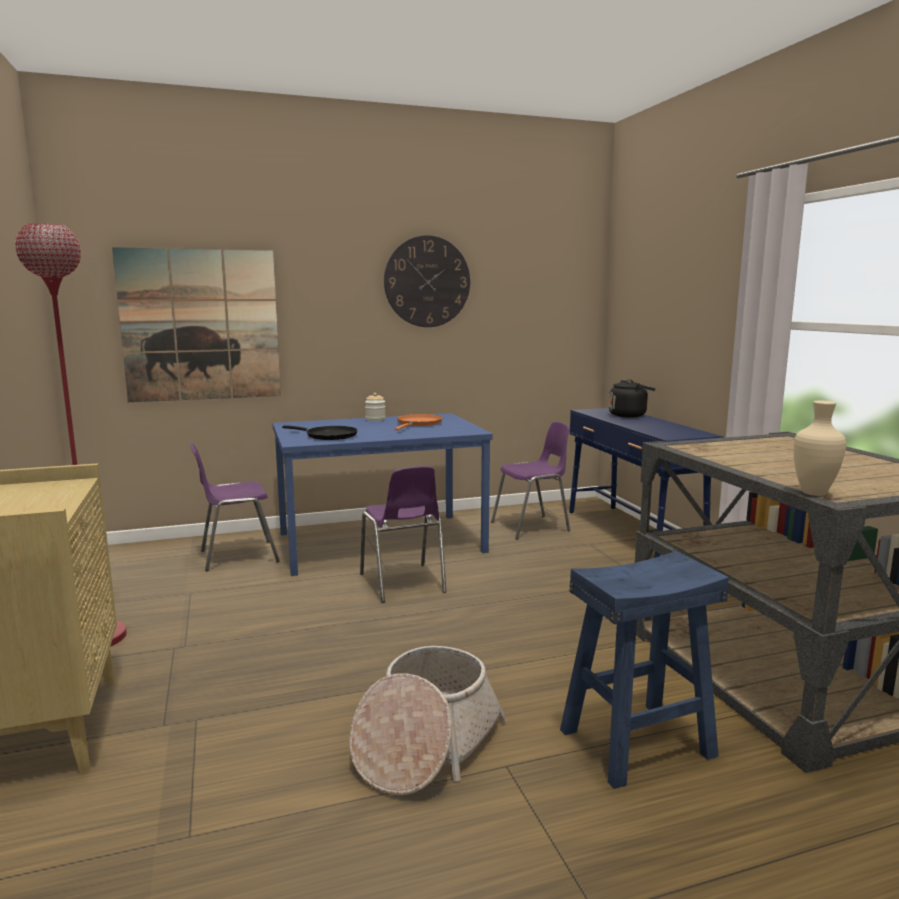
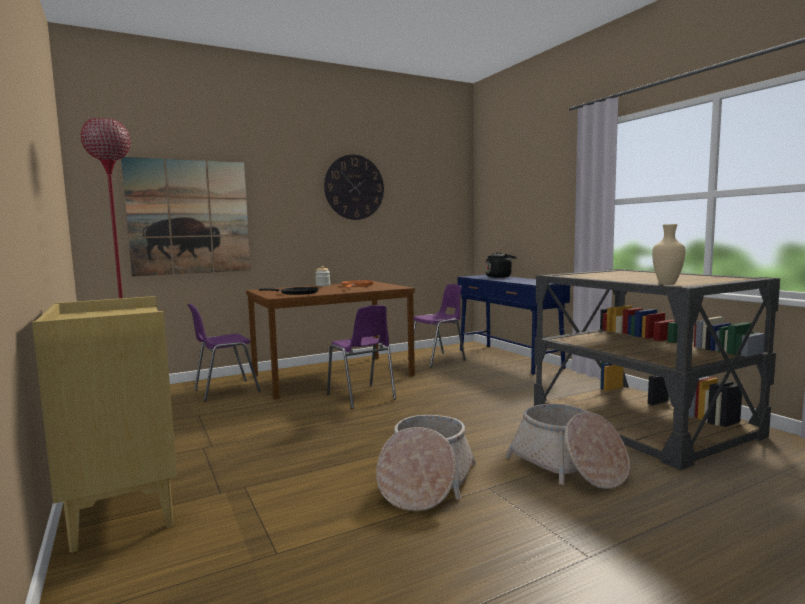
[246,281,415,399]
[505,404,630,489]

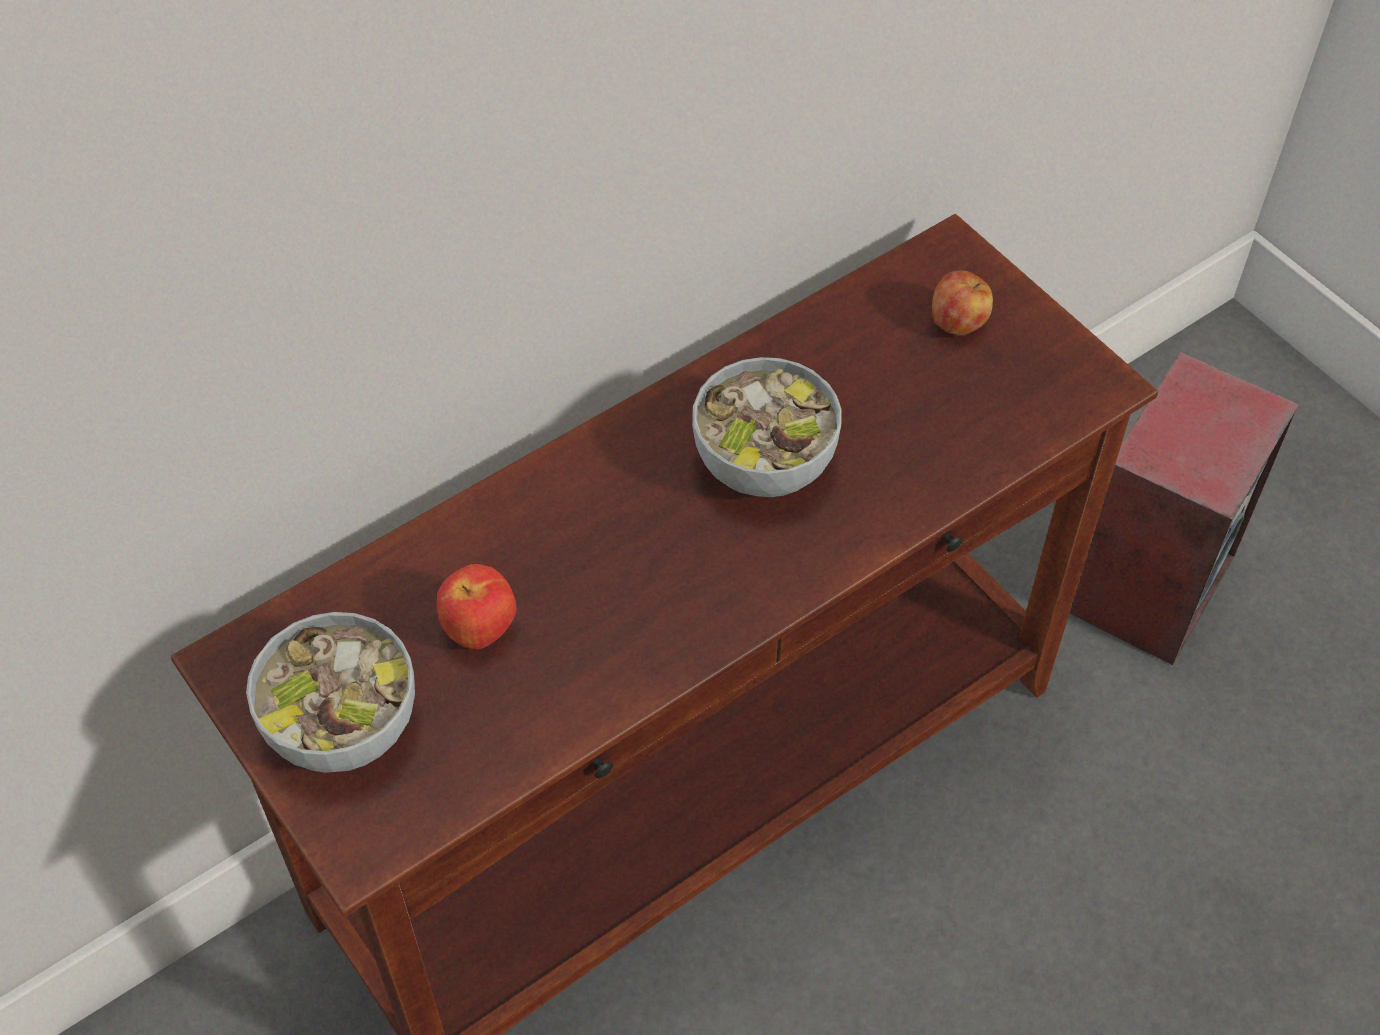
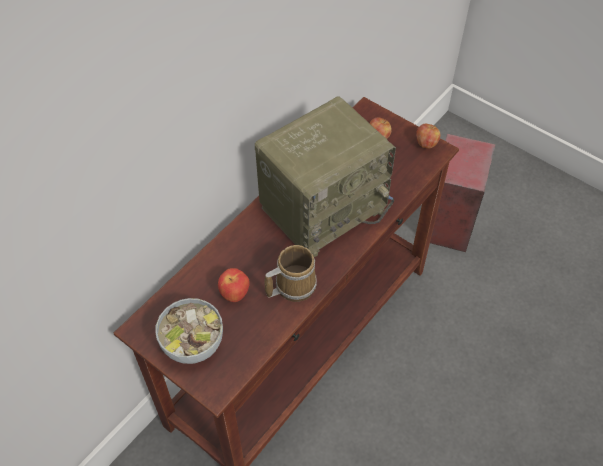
[255,97,396,257]
[264,245,317,302]
[416,124,440,149]

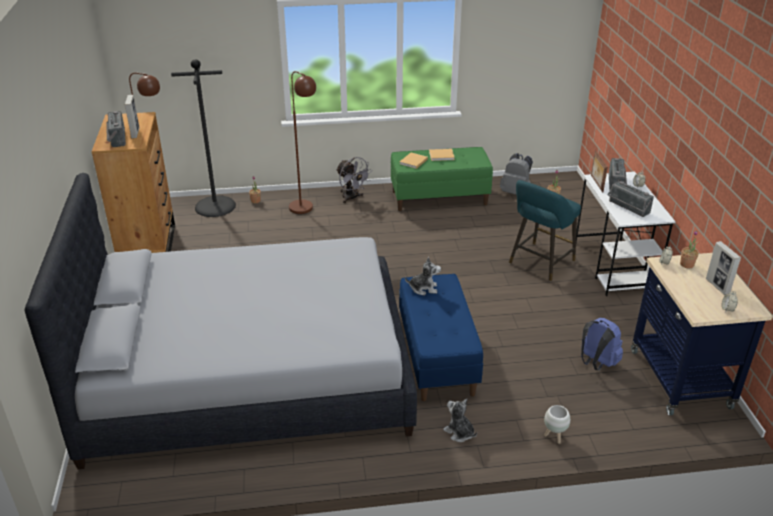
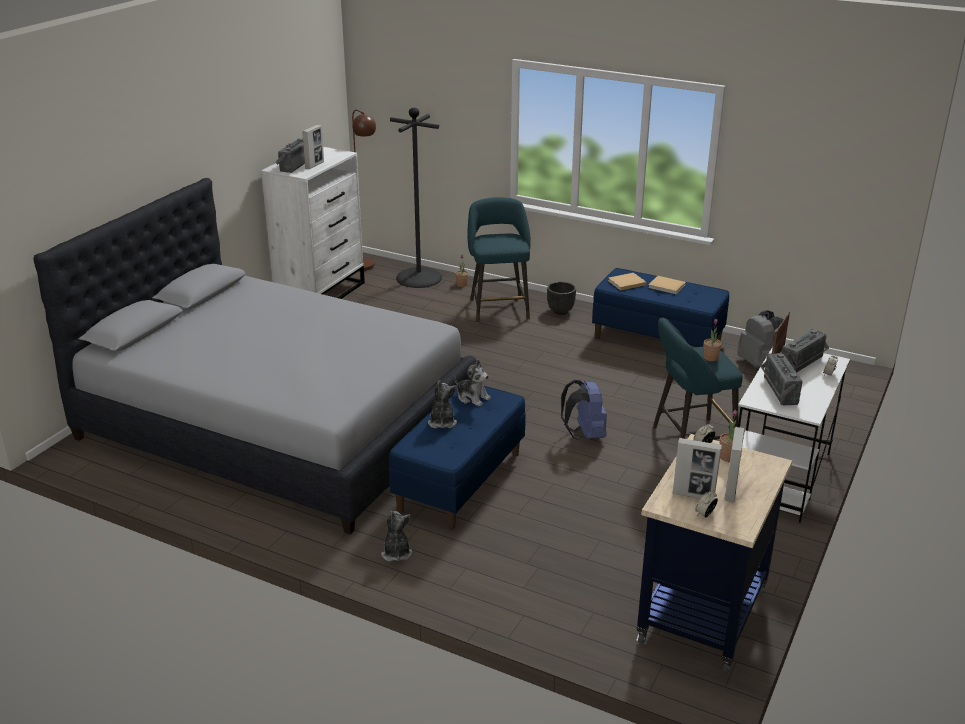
[261,147,365,299]
[467,197,531,323]
[547,282,576,315]
[592,268,729,347]
[544,405,570,444] (first image)
[561,380,607,440]
[428,380,457,428]
[673,438,722,498]

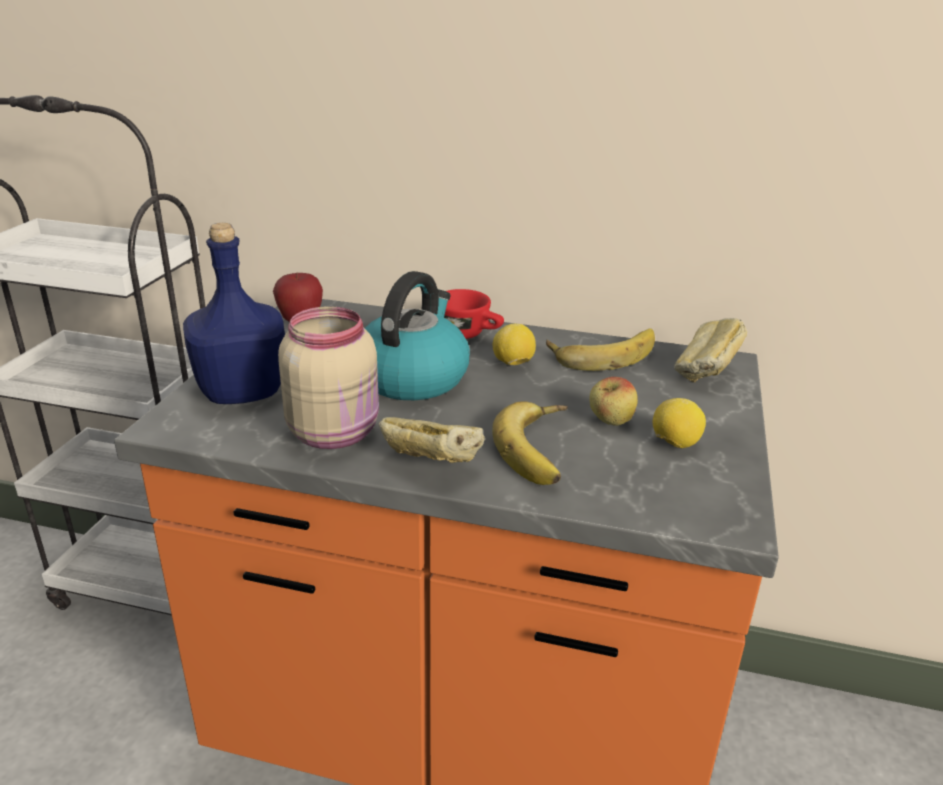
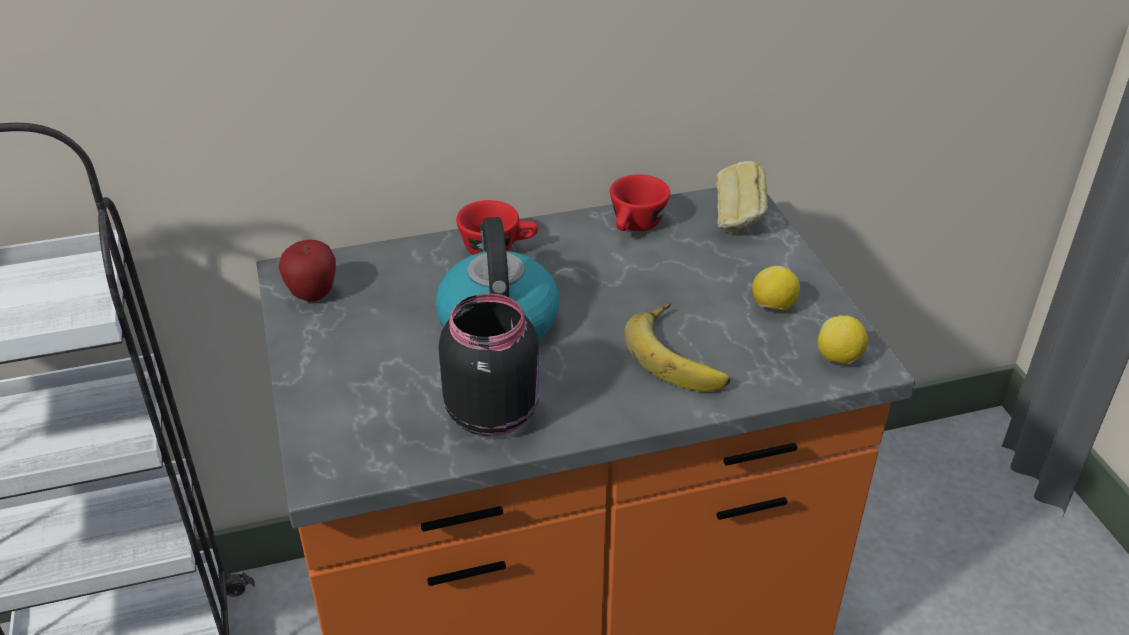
[183,223,285,404] (first image)
[438,293,539,437]
[378,417,485,463] (first image)
[818,315,868,364]
[610,174,670,231]
[590,377,638,426] (first image)

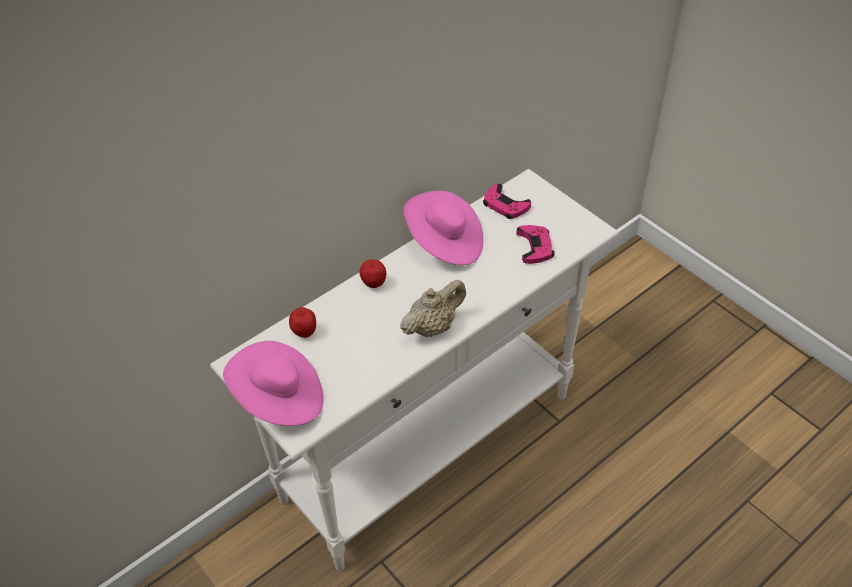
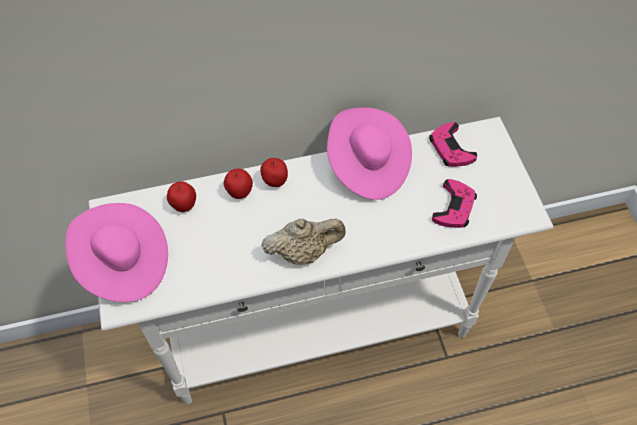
[224,169,253,199]

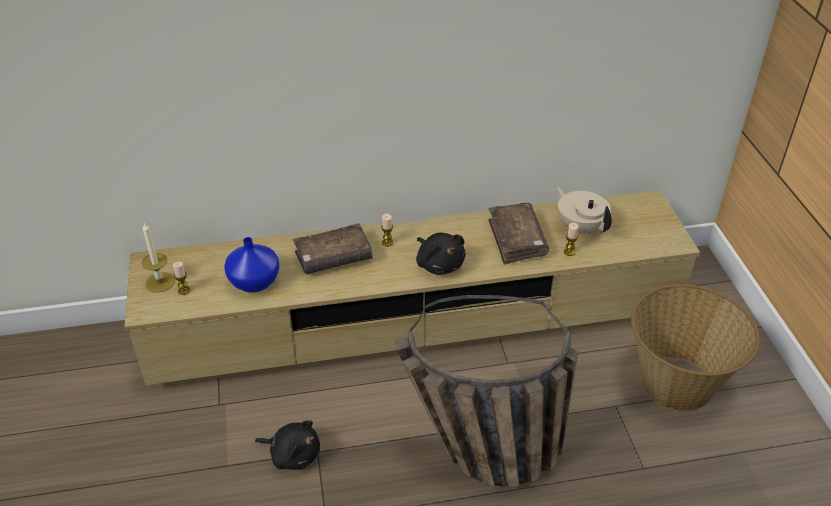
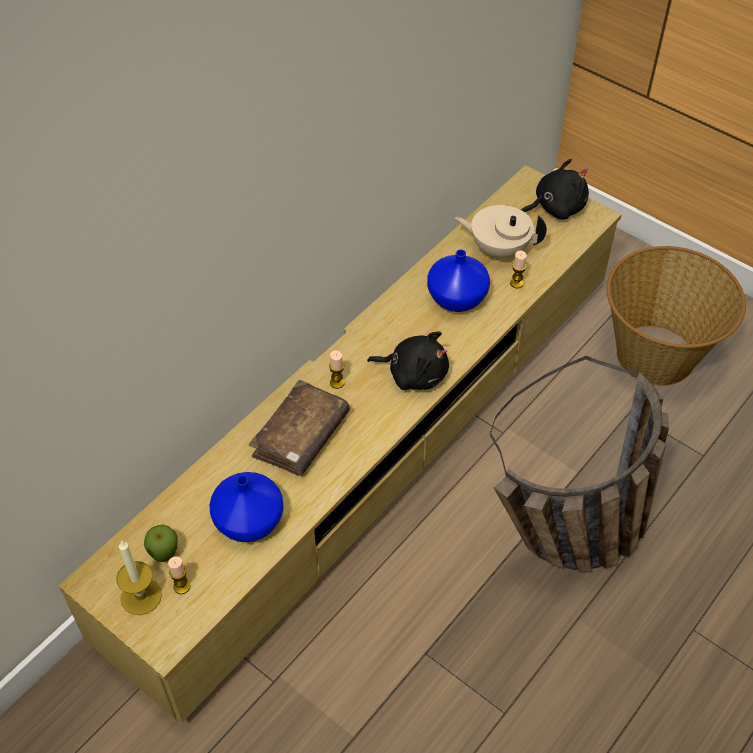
[521,159,589,220]
[427,250,490,312]
[144,525,177,562]

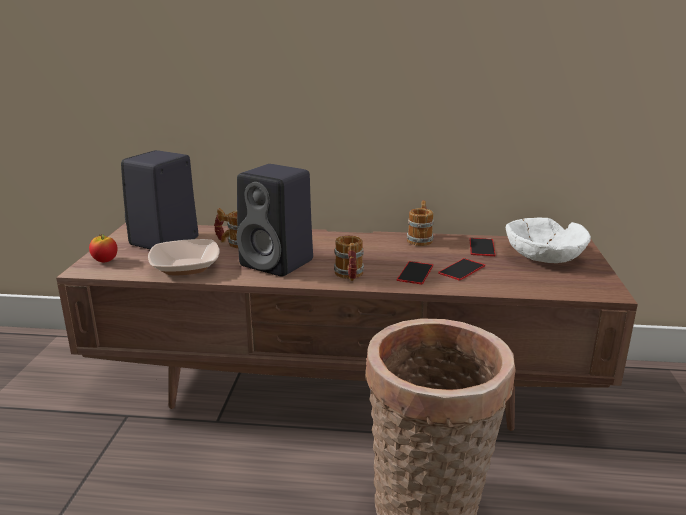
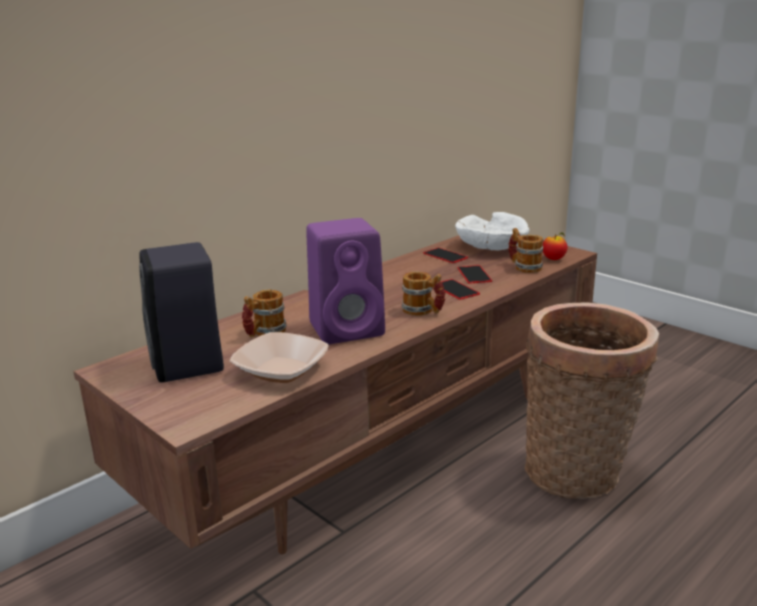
[543,232,568,260]
[306,218,385,344]
[508,228,543,273]

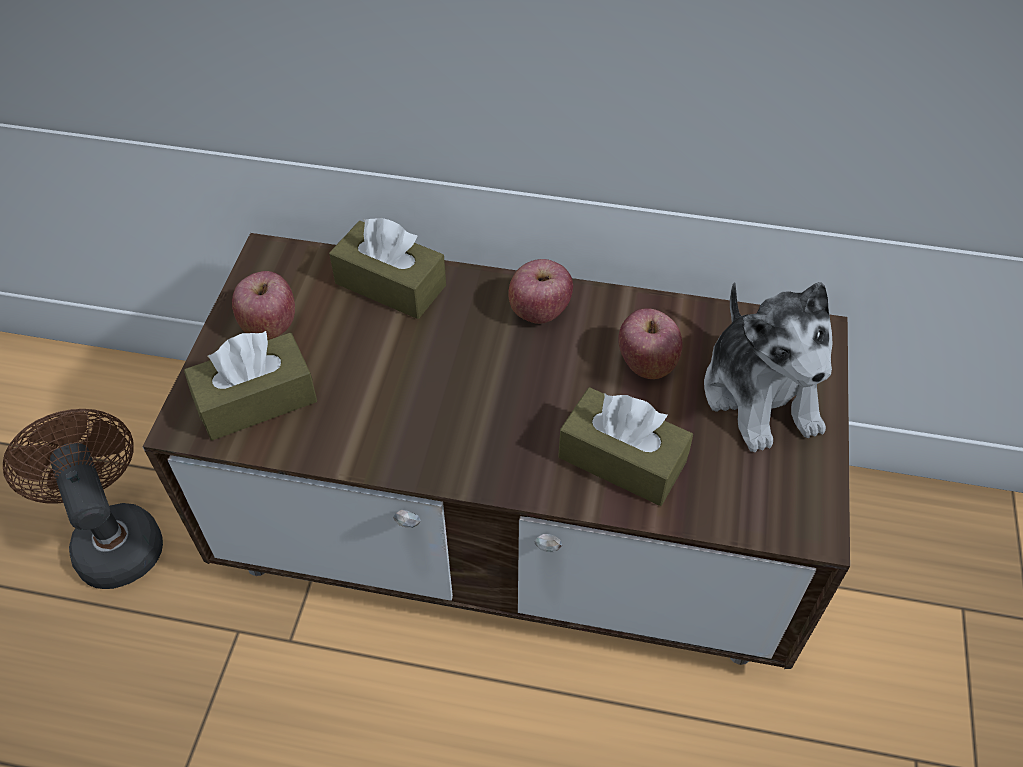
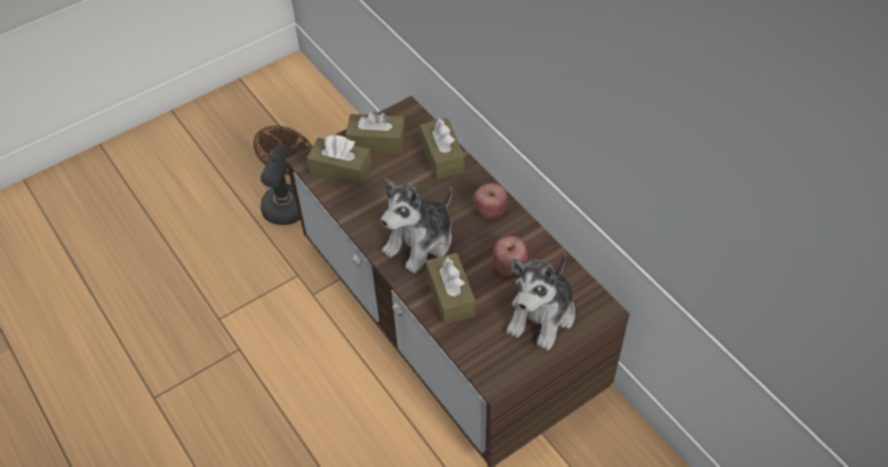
[346,110,406,154]
[381,178,452,273]

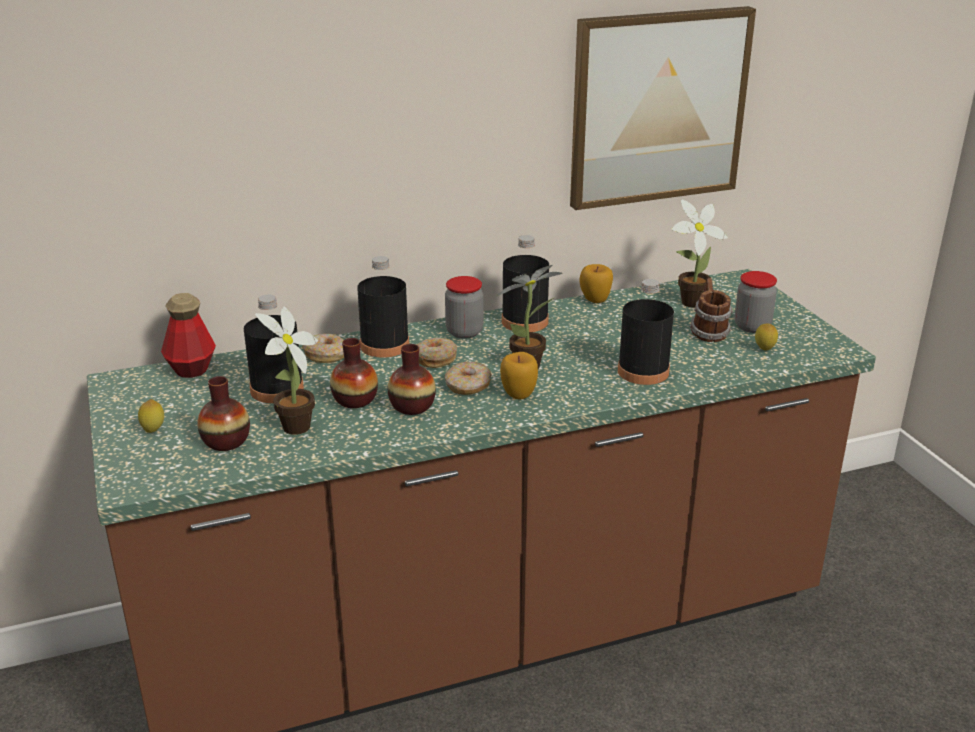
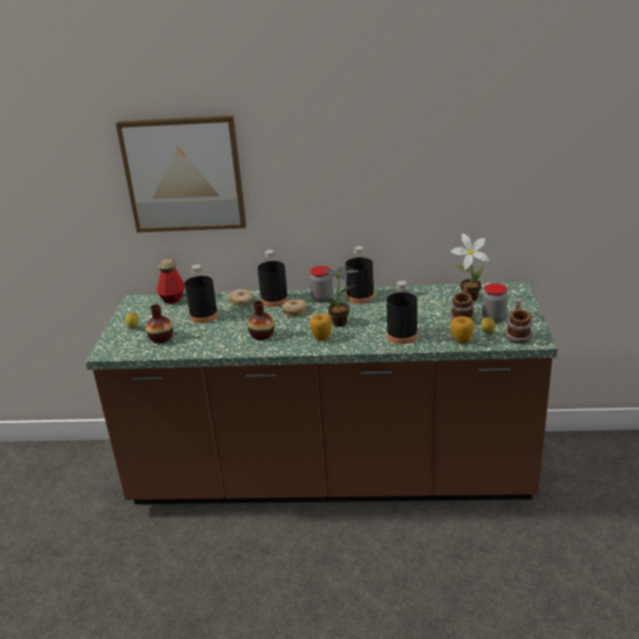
[255,306,318,435] (first image)
[330,338,378,408] (first image)
[445,362,492,395] (first image)
[116,115,246,233]
[451,316,474,344]
[504,301,532,344]

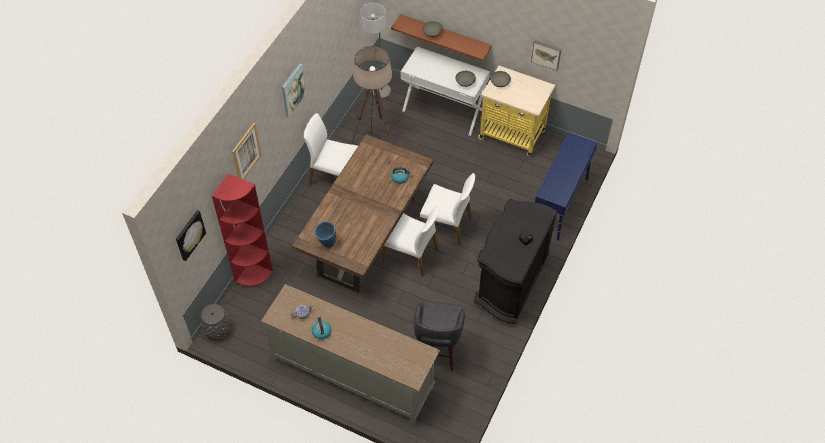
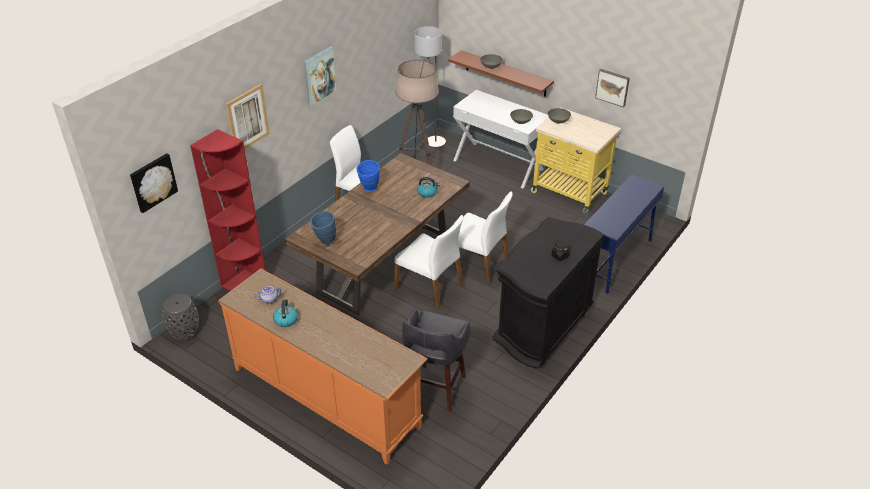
[218,268,428,464]
[356,160,380,192]

